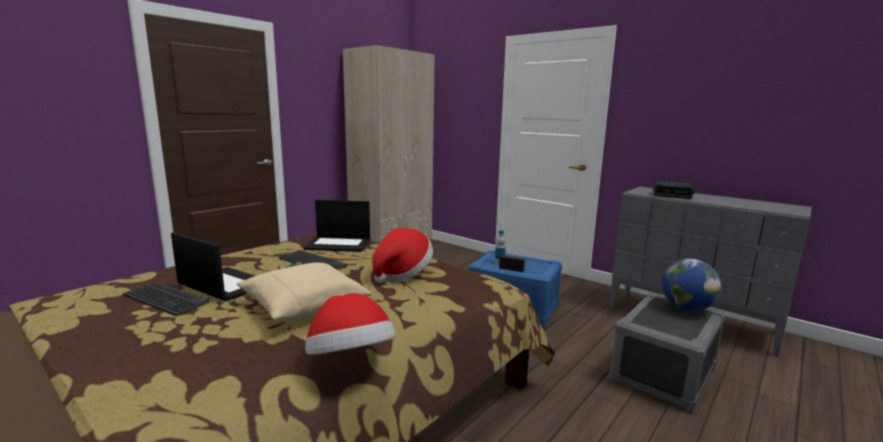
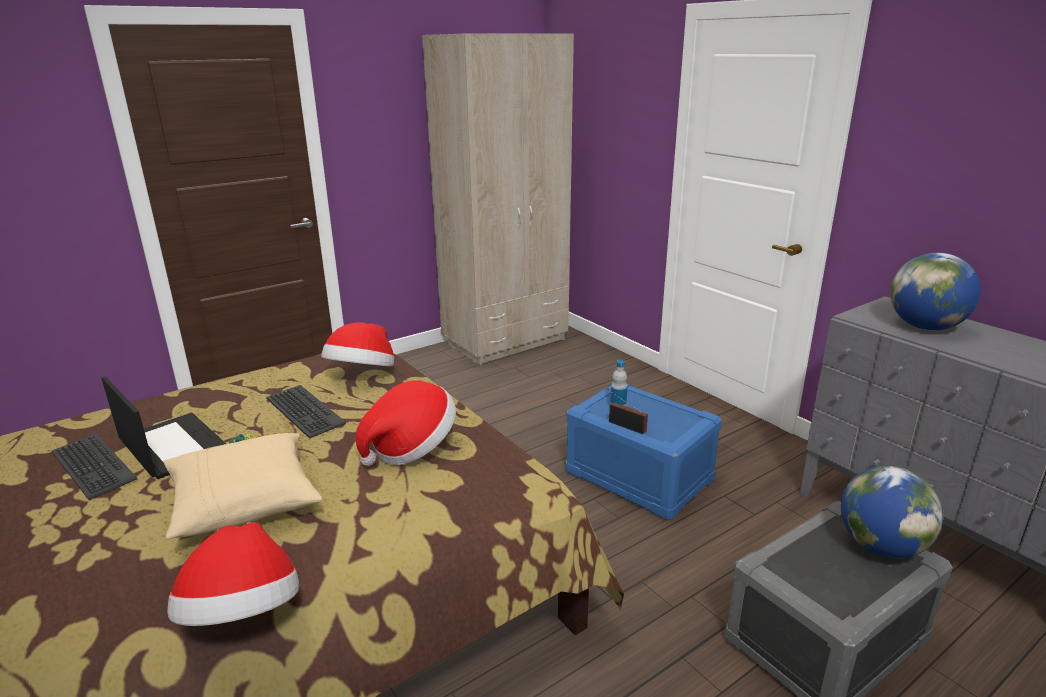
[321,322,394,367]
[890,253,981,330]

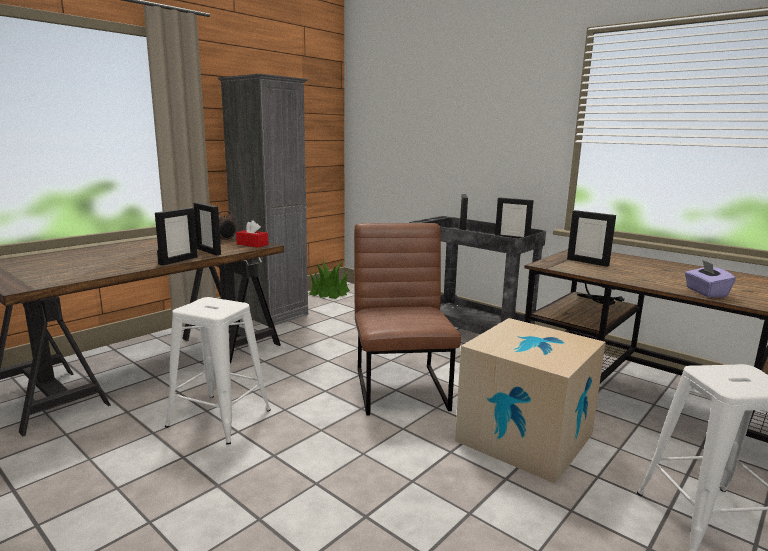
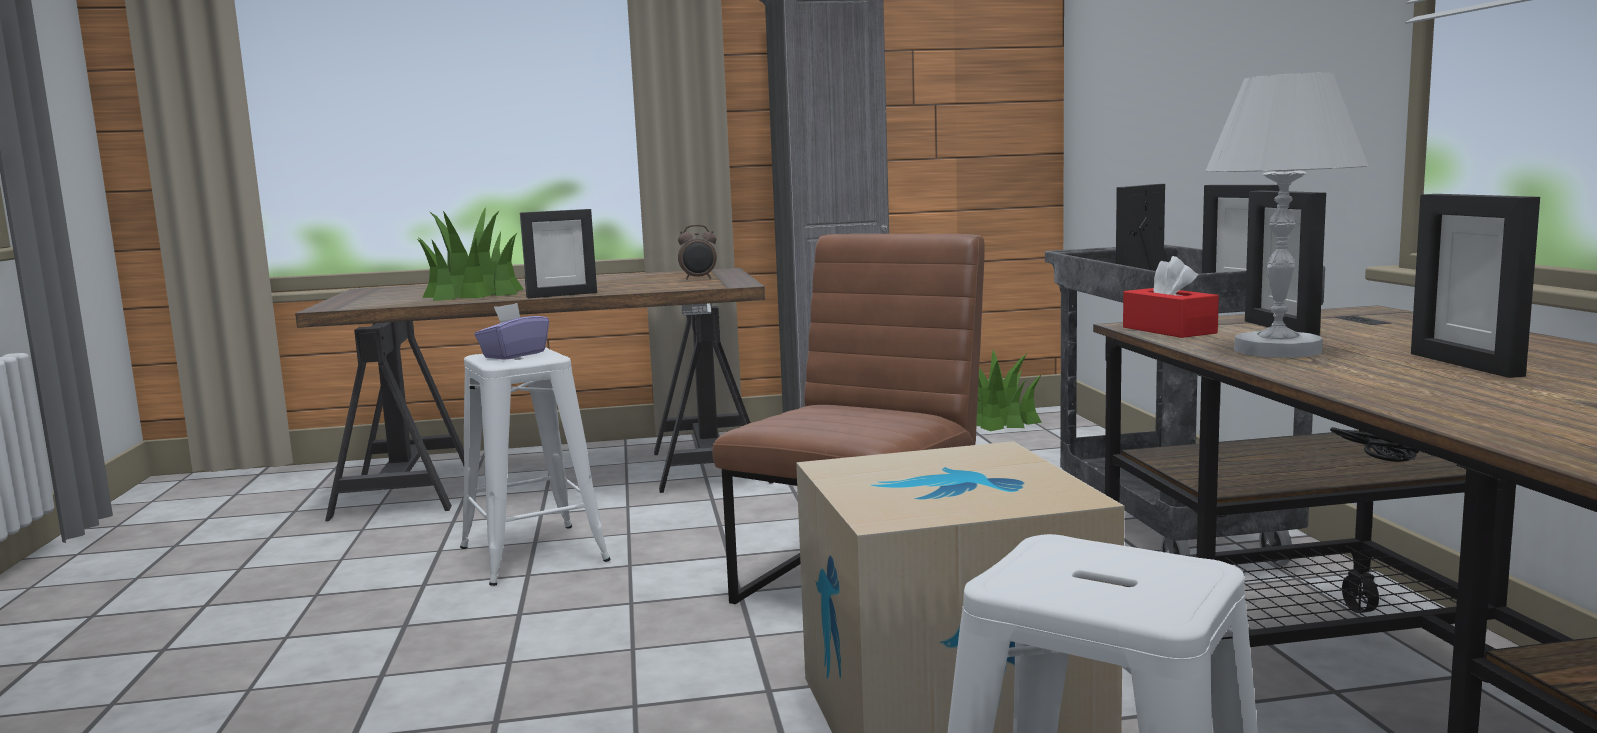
[1411,194,1540,378]
[1123,256,1219,338]
[475,303,549,360]
[417,207,524,301]
[1206,72,1368,358]

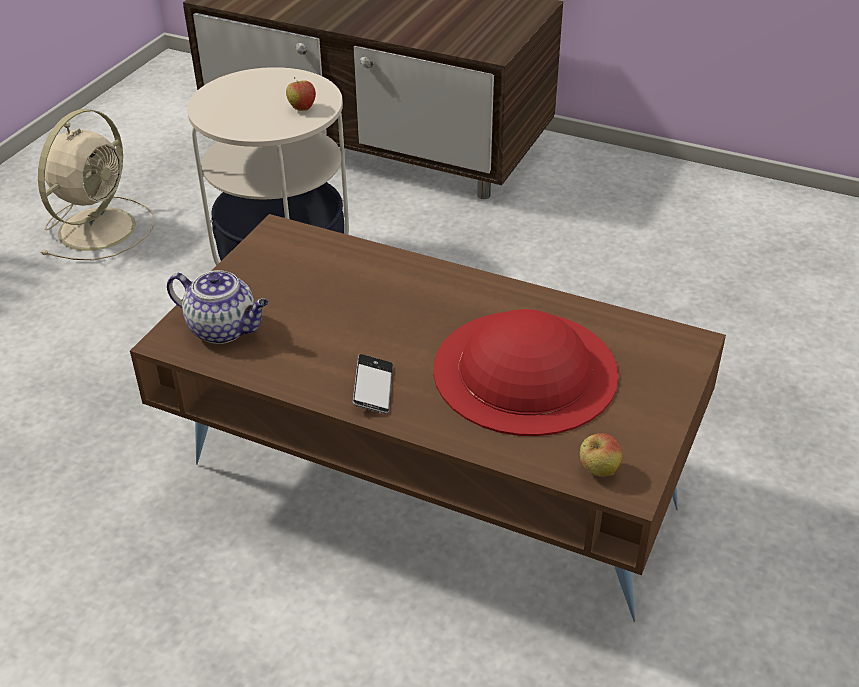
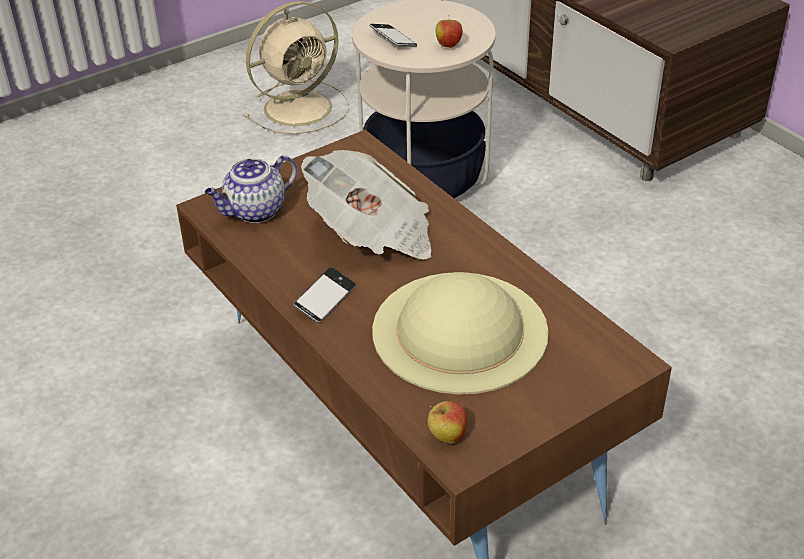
[205,155,297,223]
[372,272,549,395]
[301,150,431,259]
[370,24,417,47]

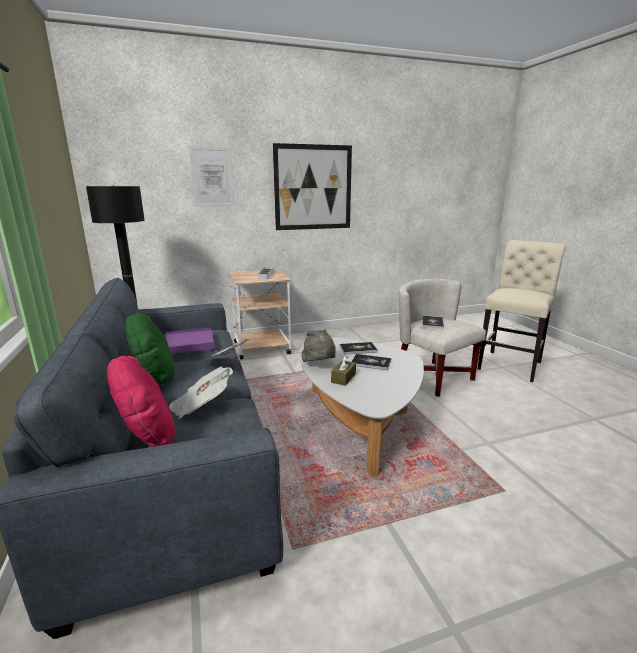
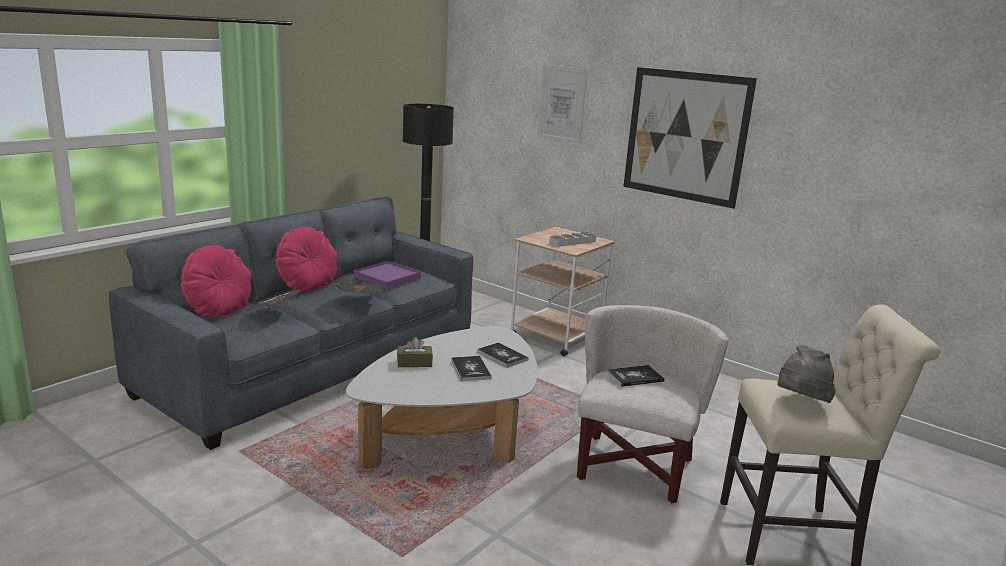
[275,227,337,292]
[777,345,835,403]

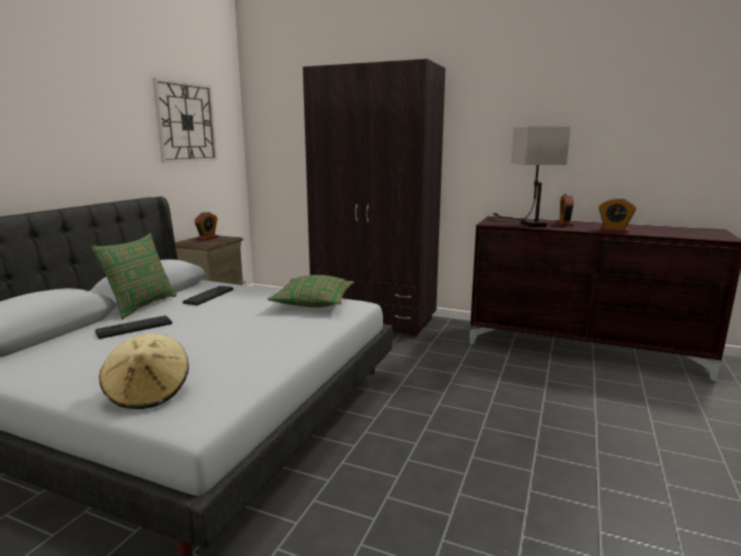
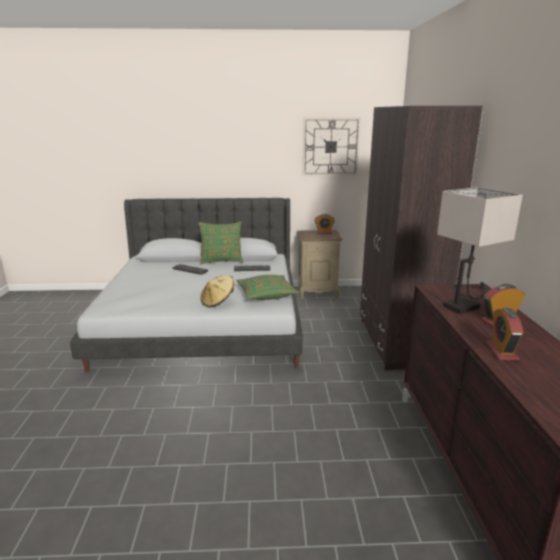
[200,275,234,308]

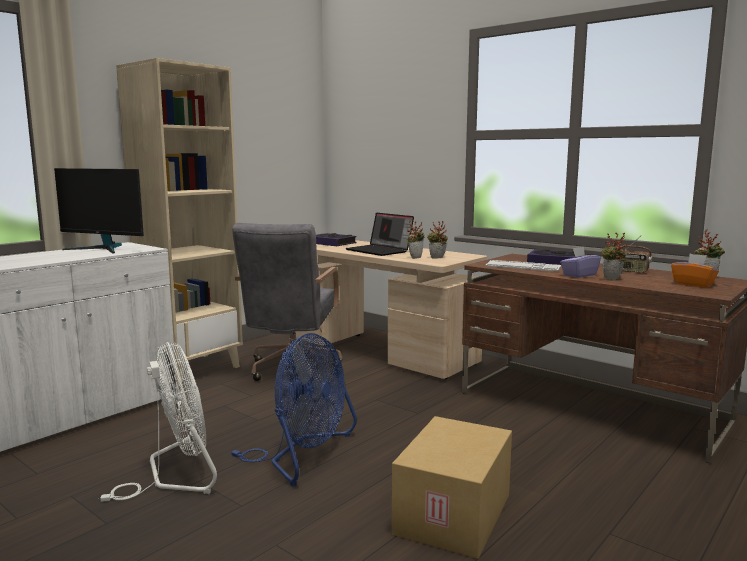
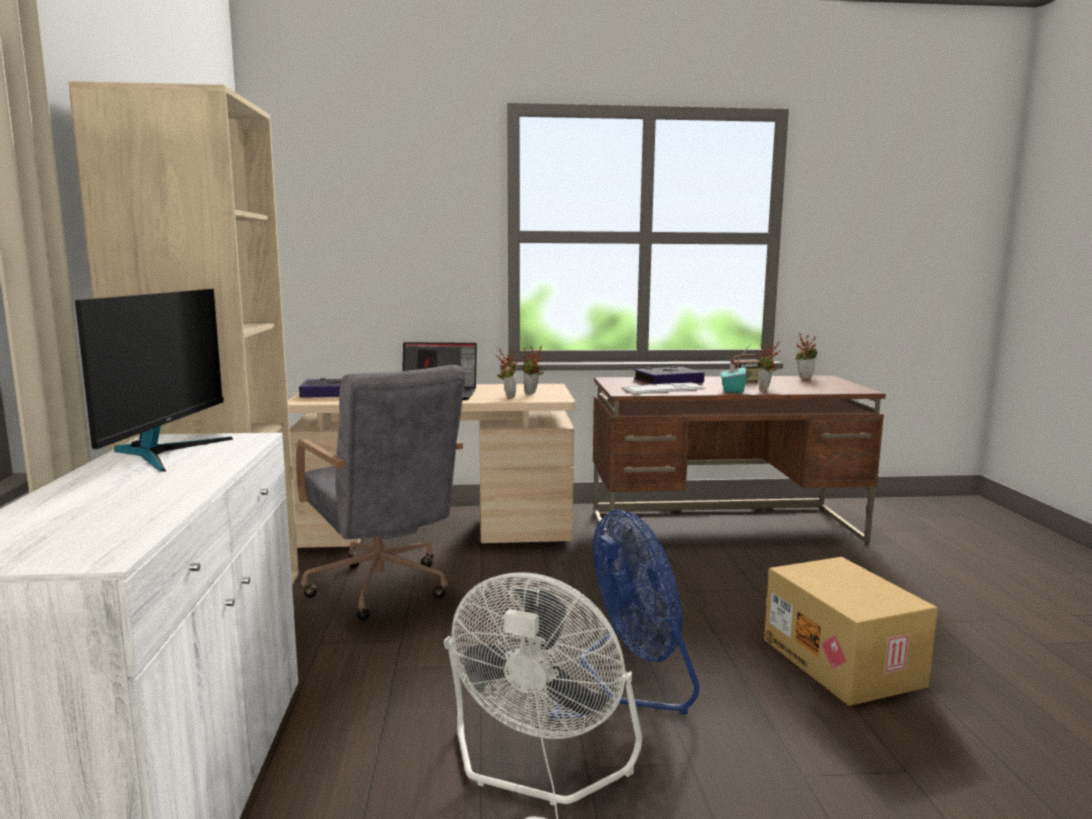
[75,289,233,472]
[721,360,747,393]
[671,254,719,287] (first image)

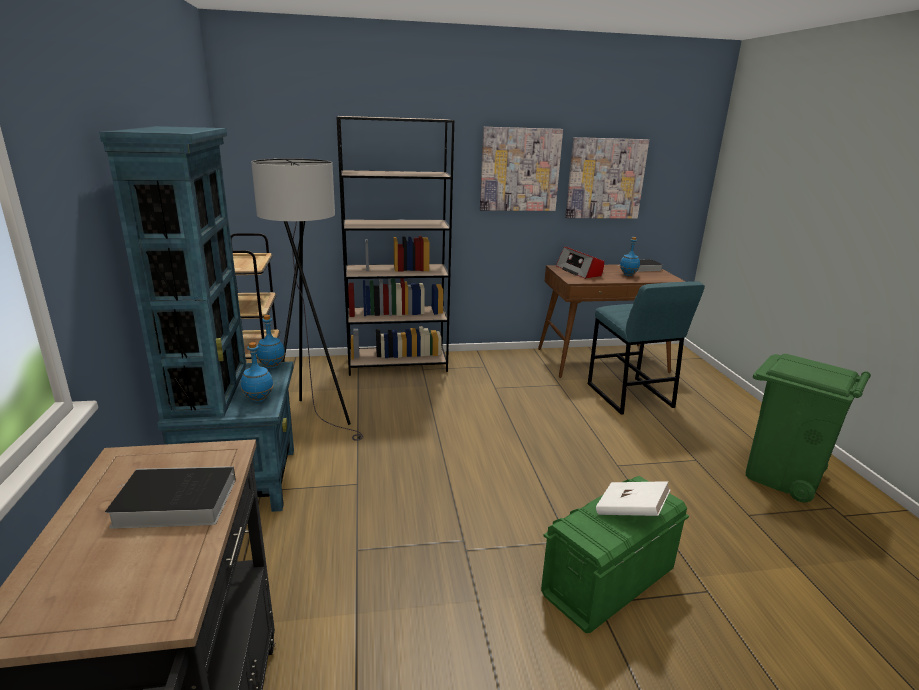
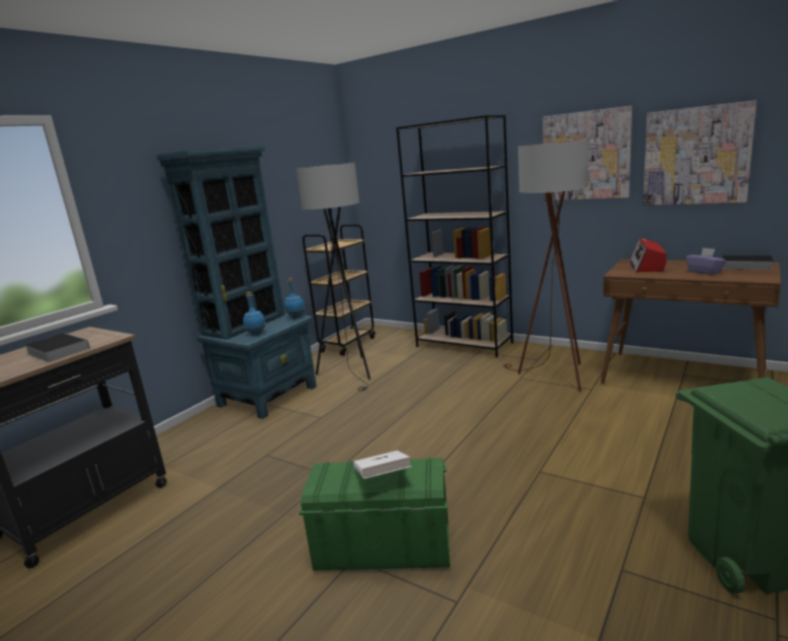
[588,281,705,415] (first image)
[686,248,726,275]
[503,139,589,391]

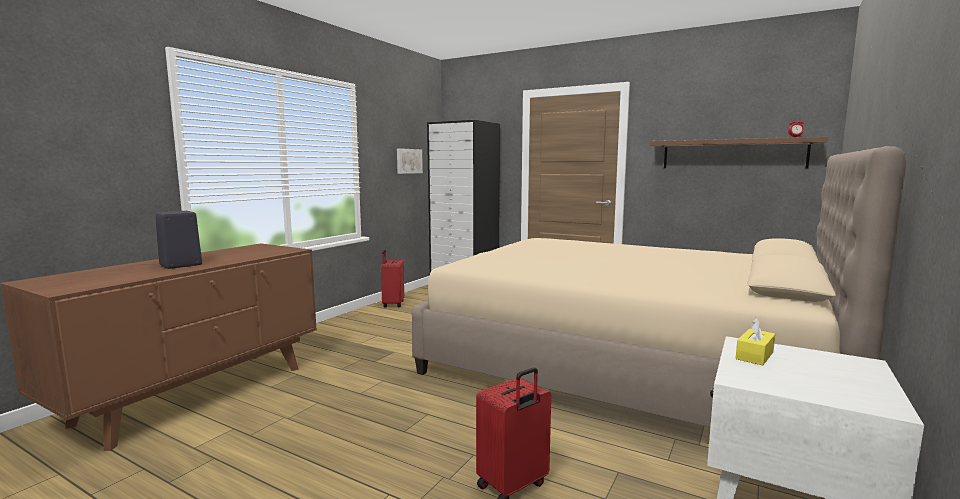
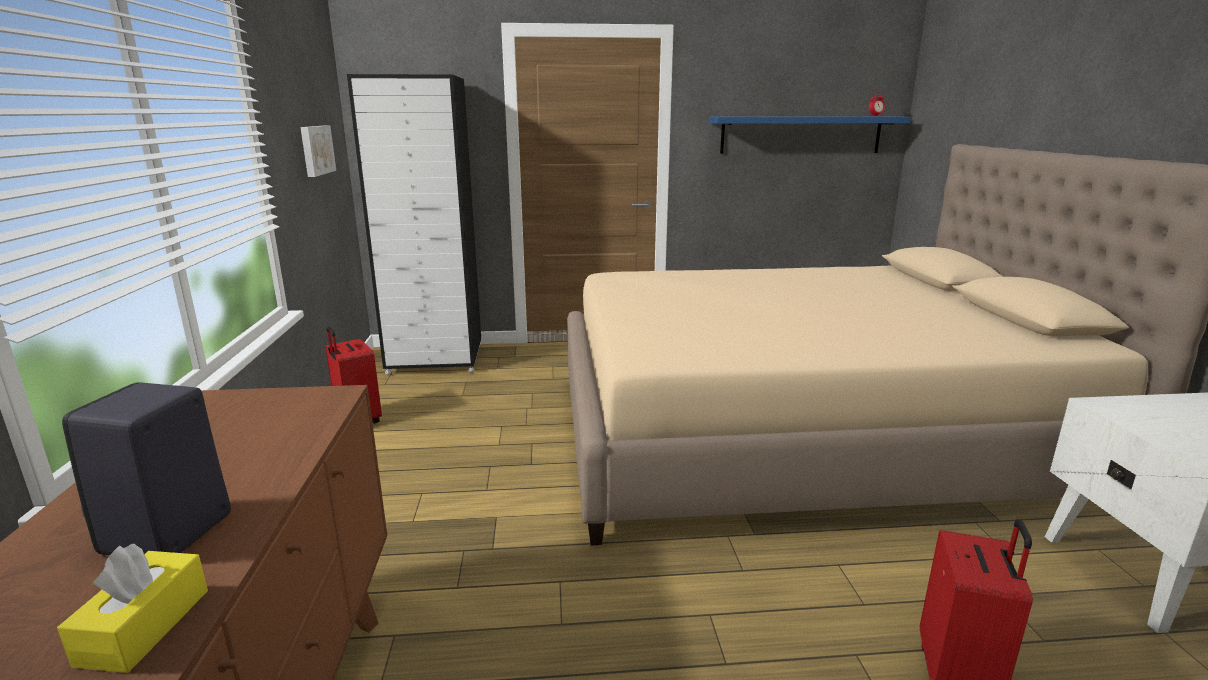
[709,116,911,154]
[57,544,208,673]

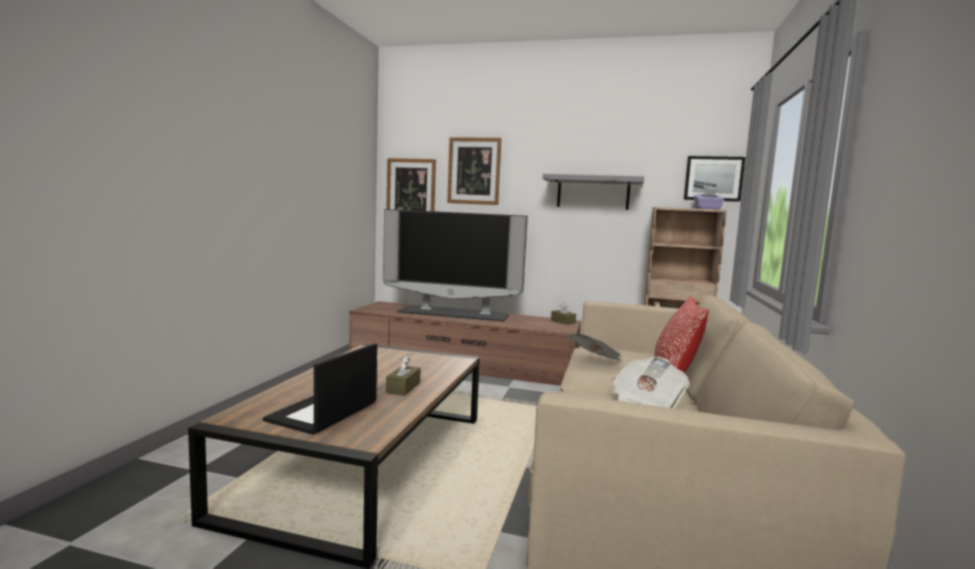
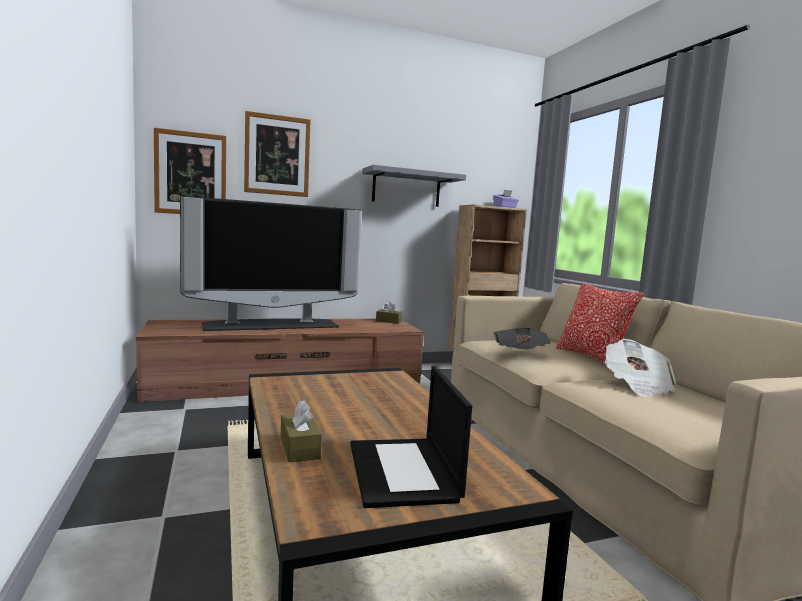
[281,400,322,462]
[684,156,746,202] (first image)

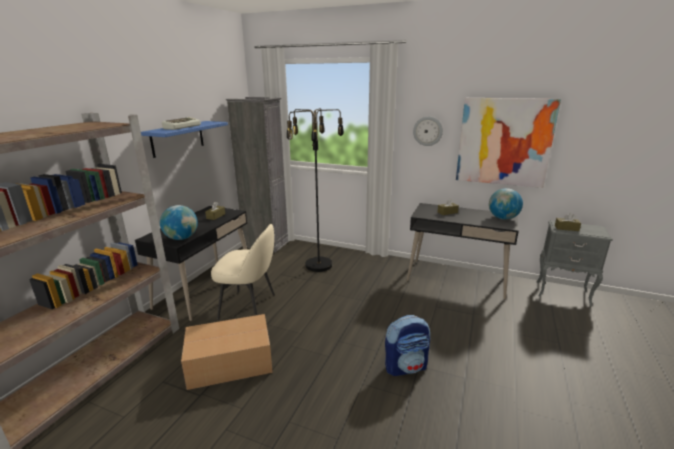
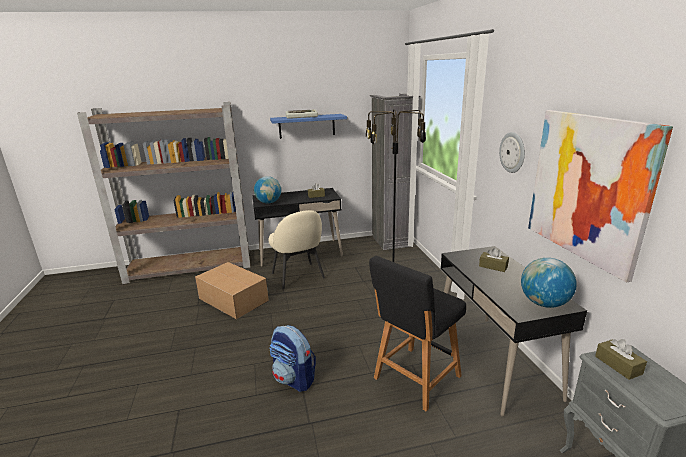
[369,256,466,412]

